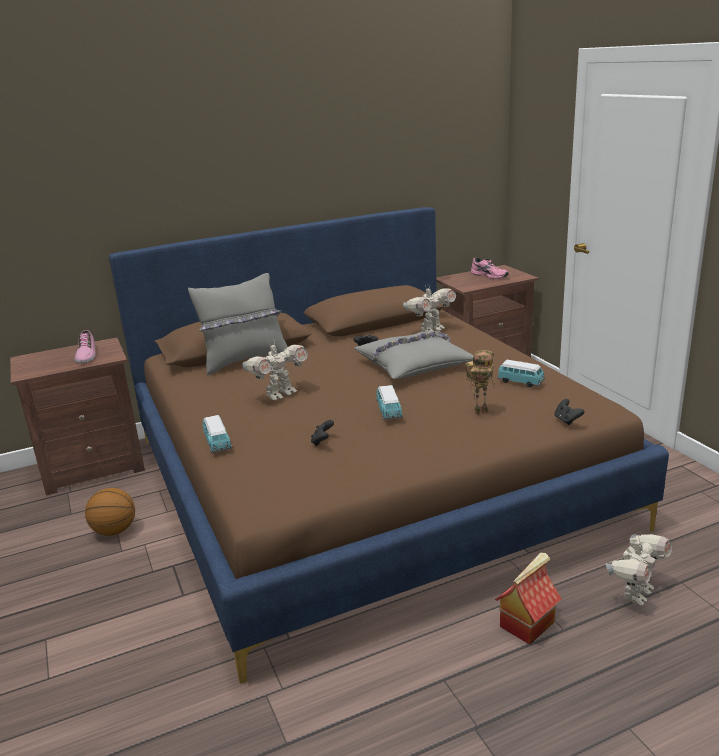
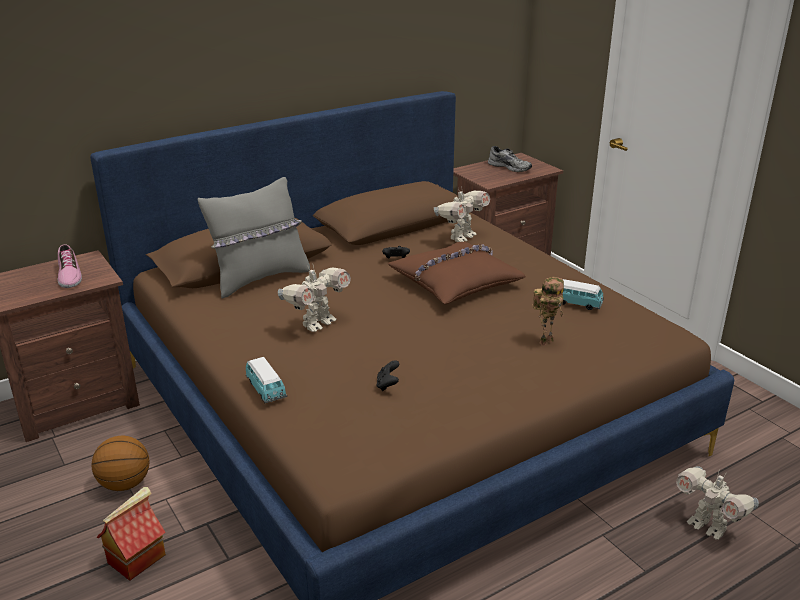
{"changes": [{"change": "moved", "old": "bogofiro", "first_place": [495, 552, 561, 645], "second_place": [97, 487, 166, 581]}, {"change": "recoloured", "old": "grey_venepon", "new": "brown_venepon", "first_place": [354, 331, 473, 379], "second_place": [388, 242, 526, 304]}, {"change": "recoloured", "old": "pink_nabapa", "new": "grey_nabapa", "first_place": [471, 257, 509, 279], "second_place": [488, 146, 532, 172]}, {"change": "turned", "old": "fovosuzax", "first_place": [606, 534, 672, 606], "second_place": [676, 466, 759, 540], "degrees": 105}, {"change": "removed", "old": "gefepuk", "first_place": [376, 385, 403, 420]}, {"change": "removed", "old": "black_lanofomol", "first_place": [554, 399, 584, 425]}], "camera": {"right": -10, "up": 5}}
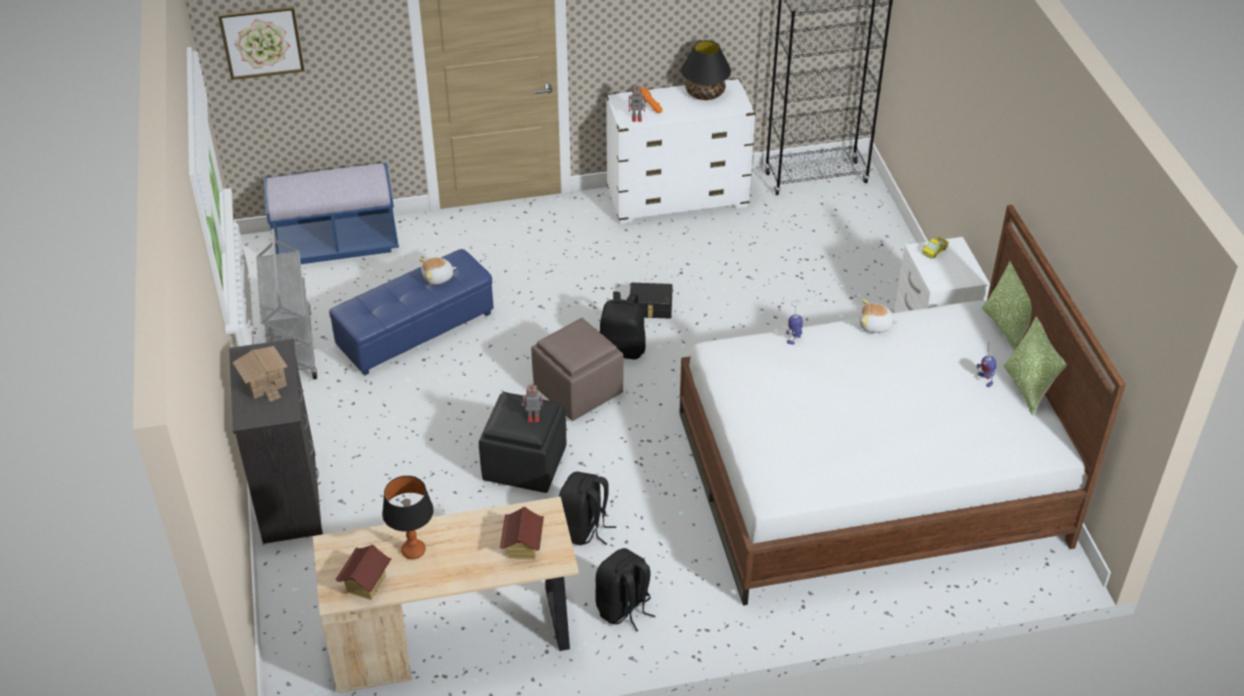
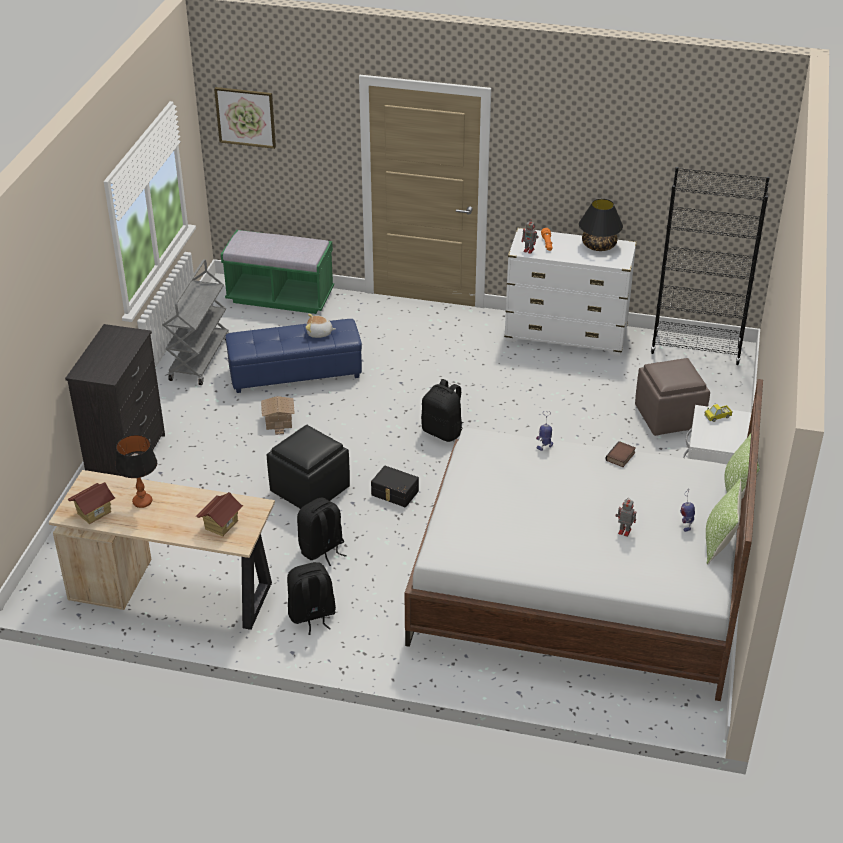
{"changes": [{"change": "recoloured", "old": "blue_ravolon", "new": "green_ravolon", "first_place": [263, 163, 399, 264], "second_place": [221, 230, 334, 314]}, {"change": "moved", "old": "bogofiro", "first_place": [232, 346, 288, 402], "second_place": [261, 396, 295, 435]}, {"change": "moved", "old": "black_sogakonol", "first_place": [630, 283, 673, 319], "second_place": [371, 466, 419, 507]}, {"change": "replaced", "old": "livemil", "new": "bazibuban", "first_place": [860, 299, 898, 333], "second_place": [605, 441, 636, 467]}, {"change": "moved", "old": "fovosuzax", "first_place": [521, 384, 543, 422], "second_place": [616, 498, 636, 537]}, {"change": "moved", "old": "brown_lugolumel", "first_place": [531, 318, 624, 421], "second_place": [635, 358, 710, 436]}], "camera": {"right": 25, "up": -5}}
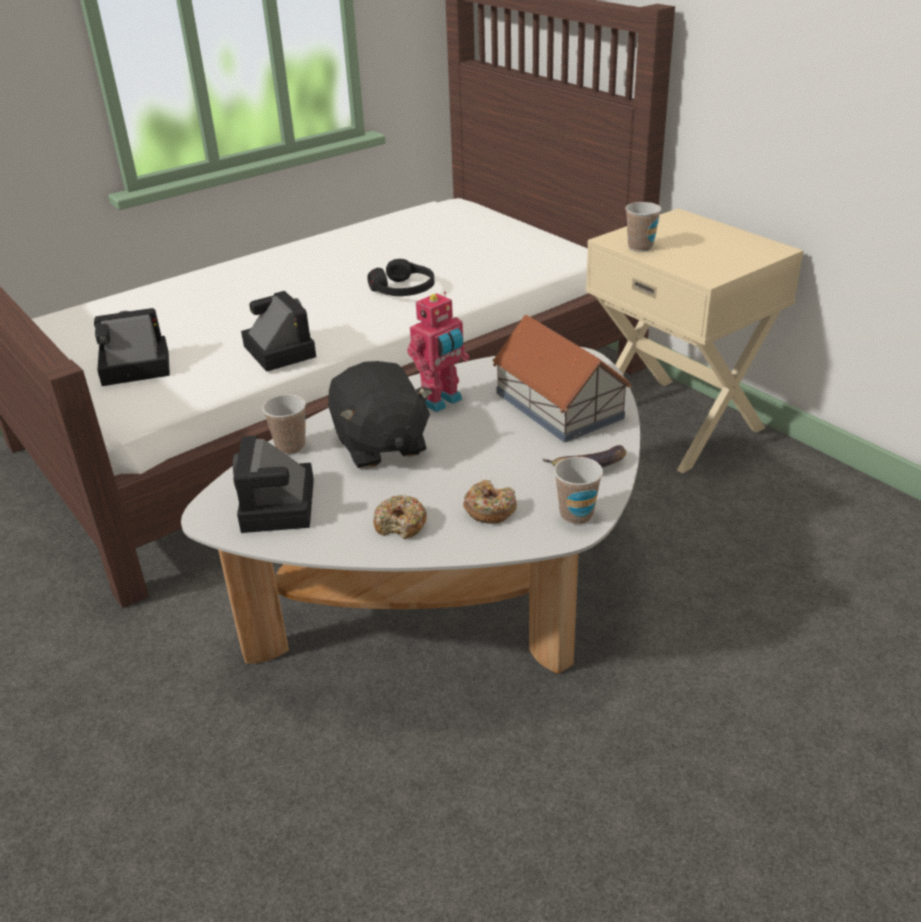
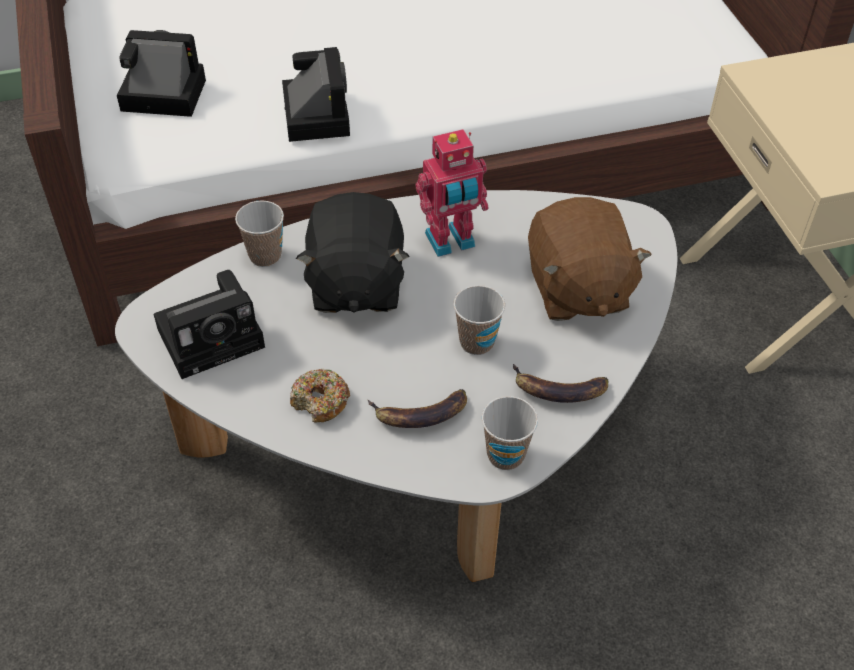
{"changes": [{"change": "turned", "old": "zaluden", "first_place": [233, 436, 314, 533], "second_place": [153, 270, 265, 379], "degrees": -135}, {"change": "replaced", "old": "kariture", "new": "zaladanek", "first_place": [463, 480, 517, 524], "second_place": [368, 389, 467, 428]}, {"change": "moved", "old": "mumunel", "first_place": [625, 202, 661, 252], "second_place": [453, 285, 505, 355]}, {"change": "replaced", "old": "bogofiro", "new": "brown_livemil", "first_place": [492, 315, 632, 443], "second_place": [528, 197, 652, 321]}, {"change": "removed", "old": "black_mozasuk", "first_place": [367, 259, 434, 296]}], "camera": {"right": 20, "up": 15}}
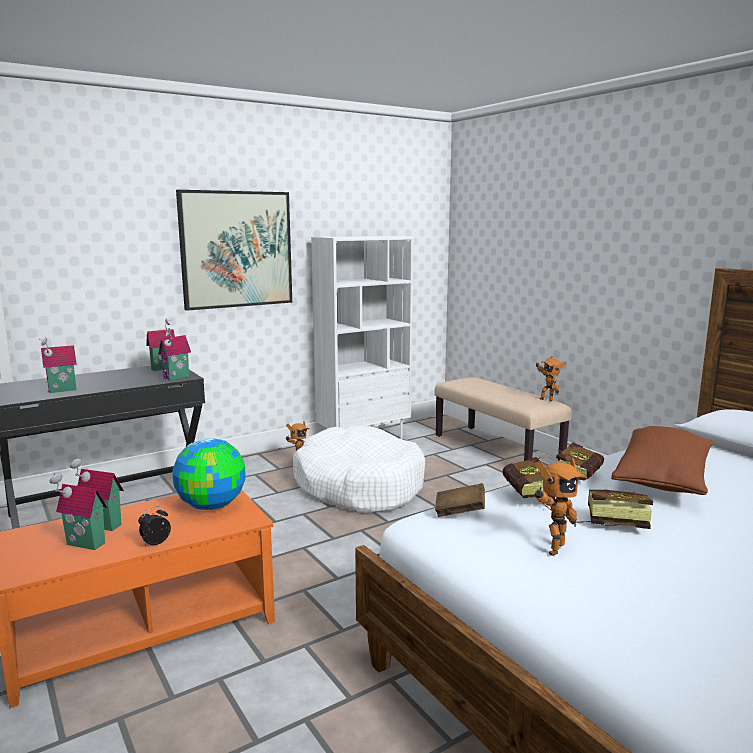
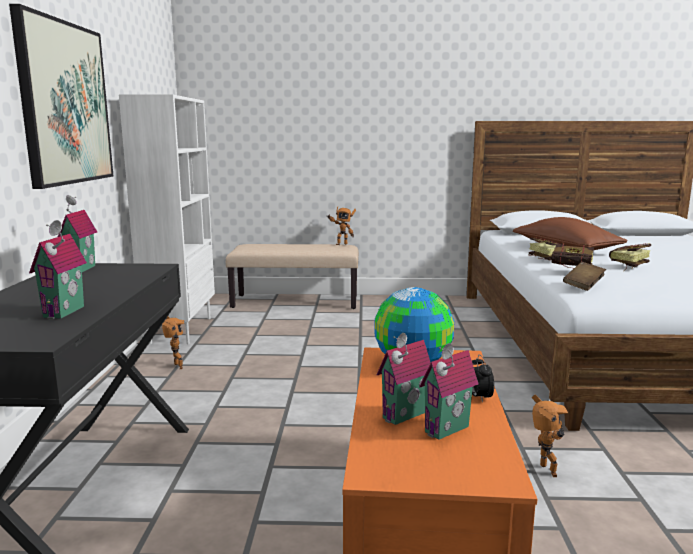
{"changes": [{"change": "moved", "old": "fovosuzax", "first_place": [535, 458, 587, 556], "second_place": [532, 395, 568, 477]}, {"change": "removed", "old": "bogofiro", "first_place": [158, 328, 191, 380]}, {"change": "removed", "old": "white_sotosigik", "first_place": [293, 426, 425, 514]}], "camera": {"right": -55, "up": 0}}
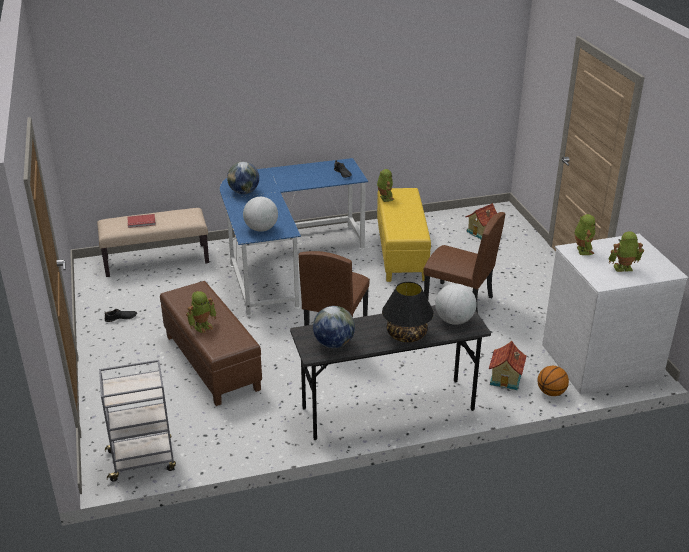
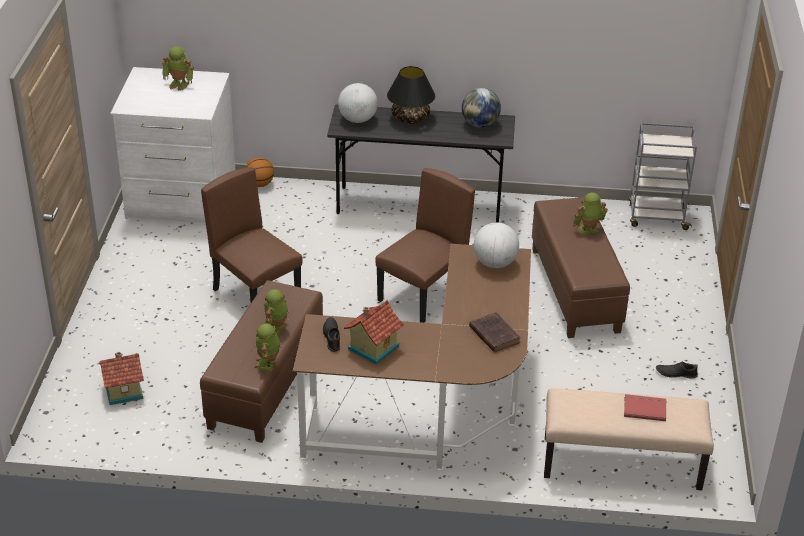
{"changes": [{"change": "recoloured", "old": "yellow_lugolumel", "new": "brown_lugolumel", "first_place": [377, 188, 431, 282], "second_place": [200, 280, 323, 443]}, {"change": "moved", "old": "fovosuzax", "first_place": [574, 214, 596, 255], "second_place": [264, 289, 288, 336]}, {"change": "recoloured", "old": "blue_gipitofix", "new": "brown_gipitofix", "first_place": [220, 158, 368, 316], "second_place": [293, 244, 531, 471]}, {"change": "moved", "old": "bogofiro", "first_place": [489, 341, 526, 390], "second_place": [344, 300, 404, 365]}, {"change": "replaced", "old": "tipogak", "new": "brown_bazibuban", "first_place": [227, 162, 259, 194], "second_place": [469, 312, 521, 353]}], "camera": {"right": -160, "up": 5}}
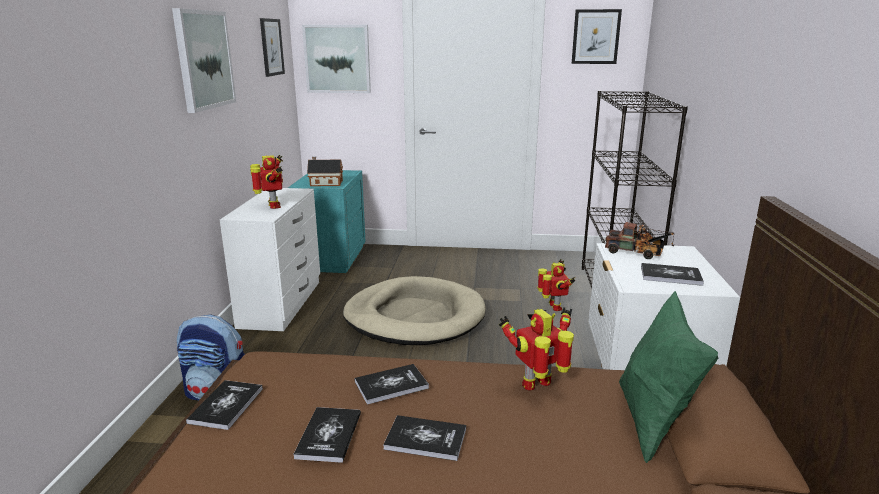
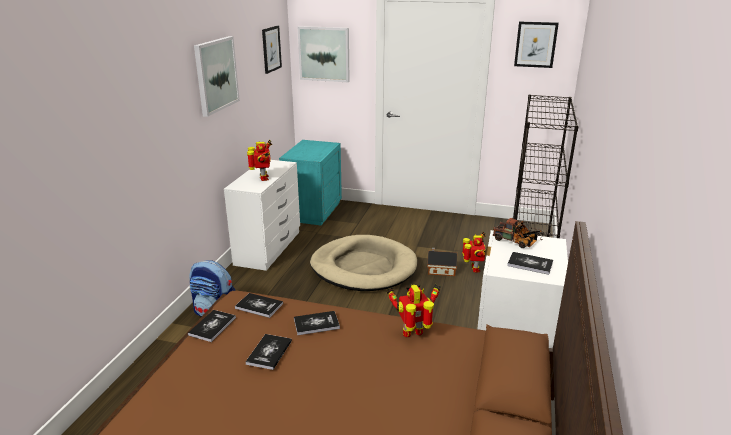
{"changes": [{"change": "moved", "old": "bazibuban", "first_place": [383, 415, 466, 461], "second_place": [235, 293, 283, 318]}, {"change": "moved", "old": "bogofiro", "first_place": [307, 157, 343, 186], "second_place": [427, 248, 457, 276]}, {"change": "removed", "old": "green_venepon", "first_place": [619, 291, 718, 463]}], "camera": {"right": 10, "up": 5}}
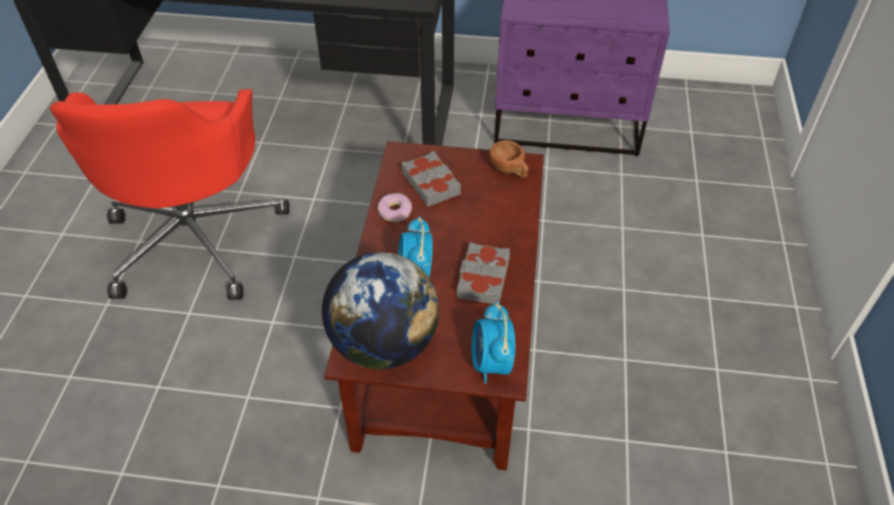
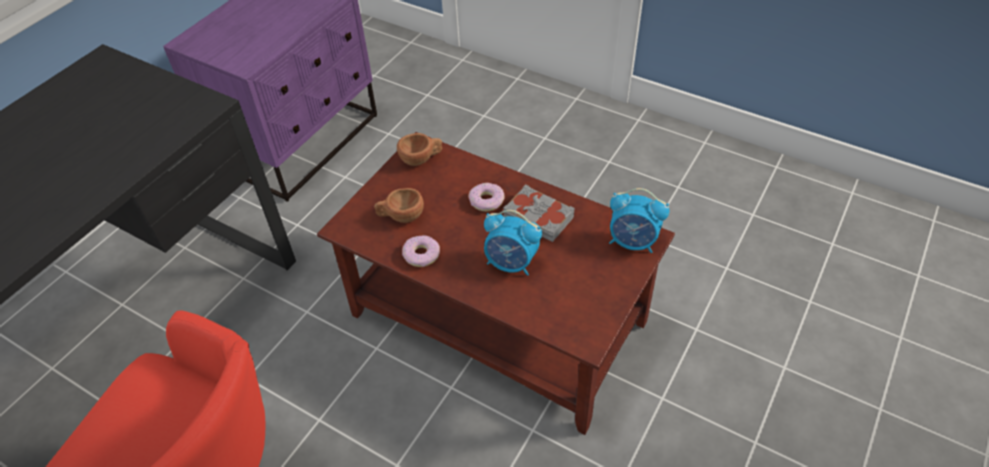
{"changes": [{"change": "replaced", "old": "grey_bazibuban", "new": "brown_mumunel", "first_place": [401, 151, 461, 207], "second_place": [374, 188, 424, 223]}, {"change": "added", "new": "kariture", "second_place": [469, 183, 504, 212]}, {"change": "removed", "old": "tipogak", "first_place": [322, 252, 439, 369]}], "camera": {"right": -65, "up": 0}}
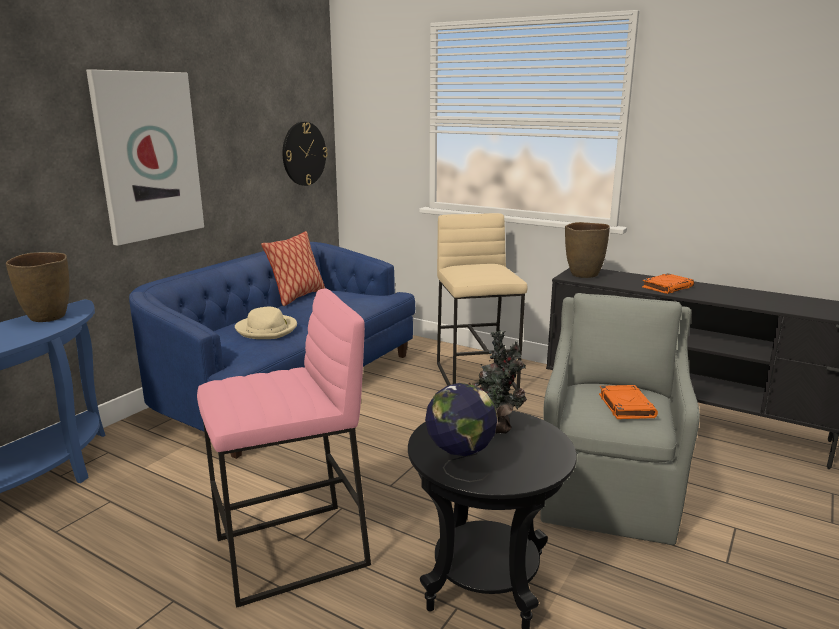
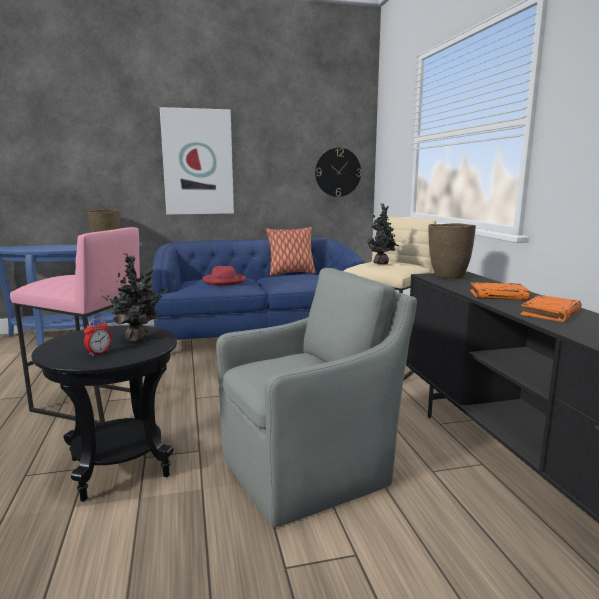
{"changes": [{"change": "added", "new": "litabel", "second_place": [84, 318, 112, 356]}, {"change": "recoloured", "old": "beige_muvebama", "new": "red_muvebama", "first_place": [235, 307, 297, 339], "second_place": [203, 266, 246, 286]}, {"change": "added", "new": "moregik", "second_place": [367, 203, 399, 264]}, {"change": "moved", "old": "orange_bazibuban", "first_place": [599, 385, 658, 419], "second_place": [520, 295, 581, 322]}, {"change": "removed", "old": "tipogak", "first_place": [425, 383, 498, 482]}], "camera": {"right": 45, "up": -5}}
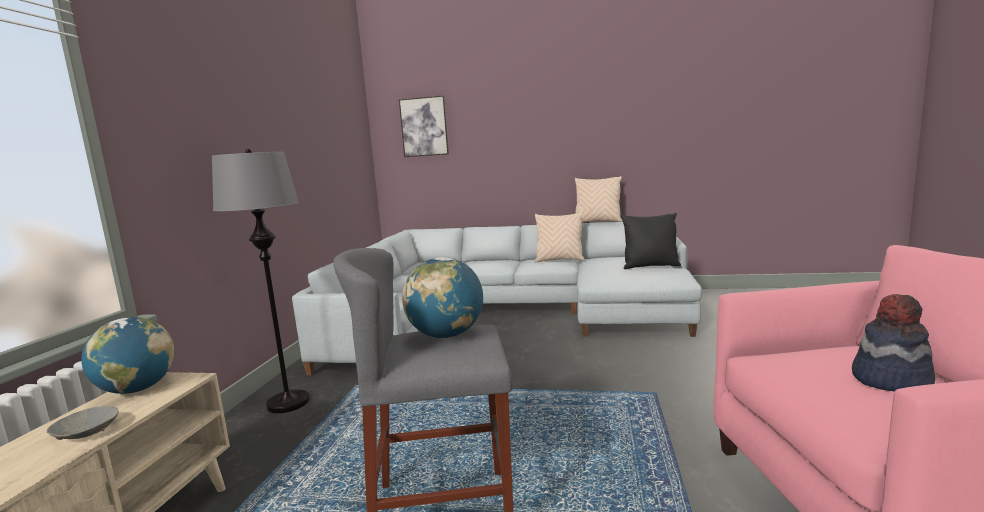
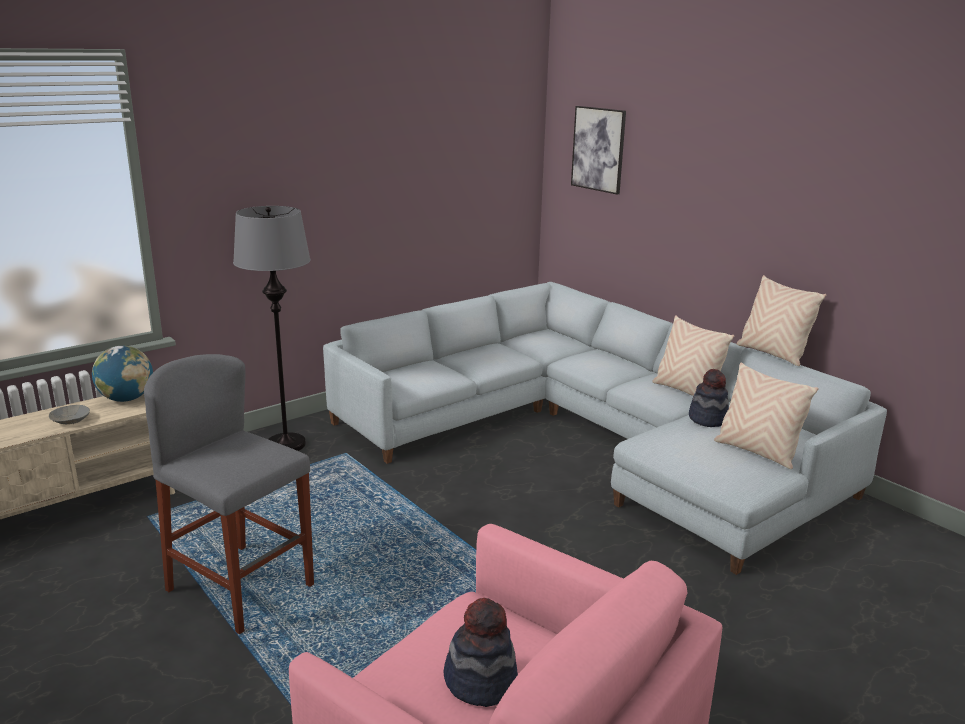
{"changes": [{"change": "added", "new": "muvebama", "second_place": [689, 369, 729, 427]}, {"change": "recoloured", "old": "black_venepon", "new": "beige_venepon", "first_place": [621, 213, 681, 269], "second_place": [714, 362, 819, 469]}, {"change": "removed", "old": "tipogak", "first_place": [402, 257, 483, 338]}], "camera": {"right": 40, "up": 10}}
